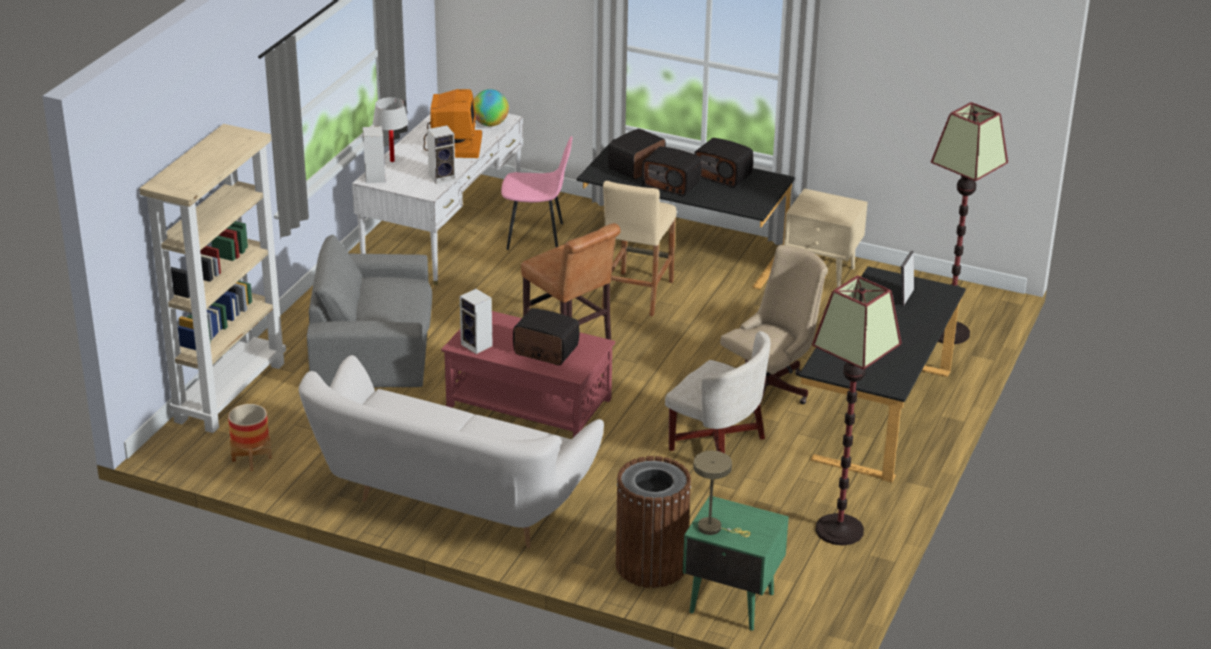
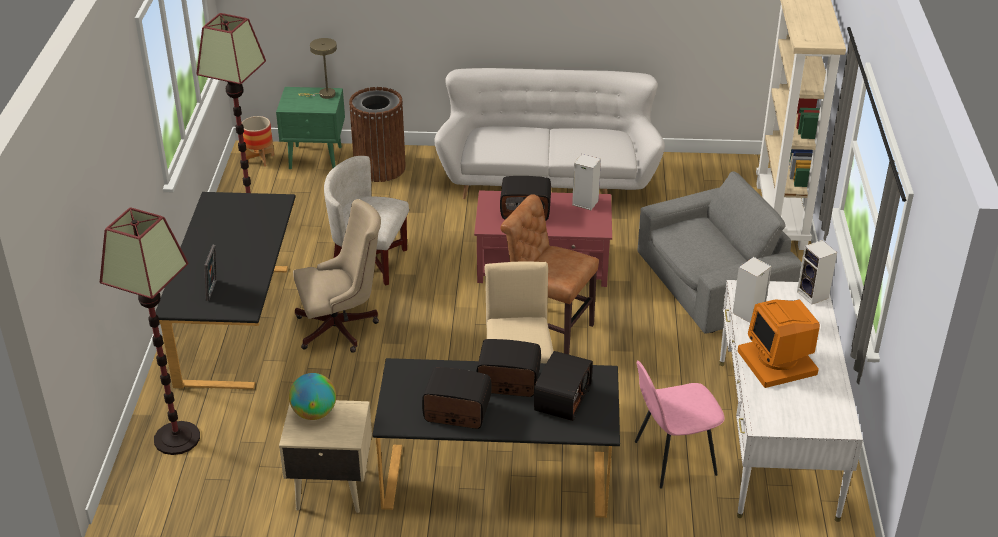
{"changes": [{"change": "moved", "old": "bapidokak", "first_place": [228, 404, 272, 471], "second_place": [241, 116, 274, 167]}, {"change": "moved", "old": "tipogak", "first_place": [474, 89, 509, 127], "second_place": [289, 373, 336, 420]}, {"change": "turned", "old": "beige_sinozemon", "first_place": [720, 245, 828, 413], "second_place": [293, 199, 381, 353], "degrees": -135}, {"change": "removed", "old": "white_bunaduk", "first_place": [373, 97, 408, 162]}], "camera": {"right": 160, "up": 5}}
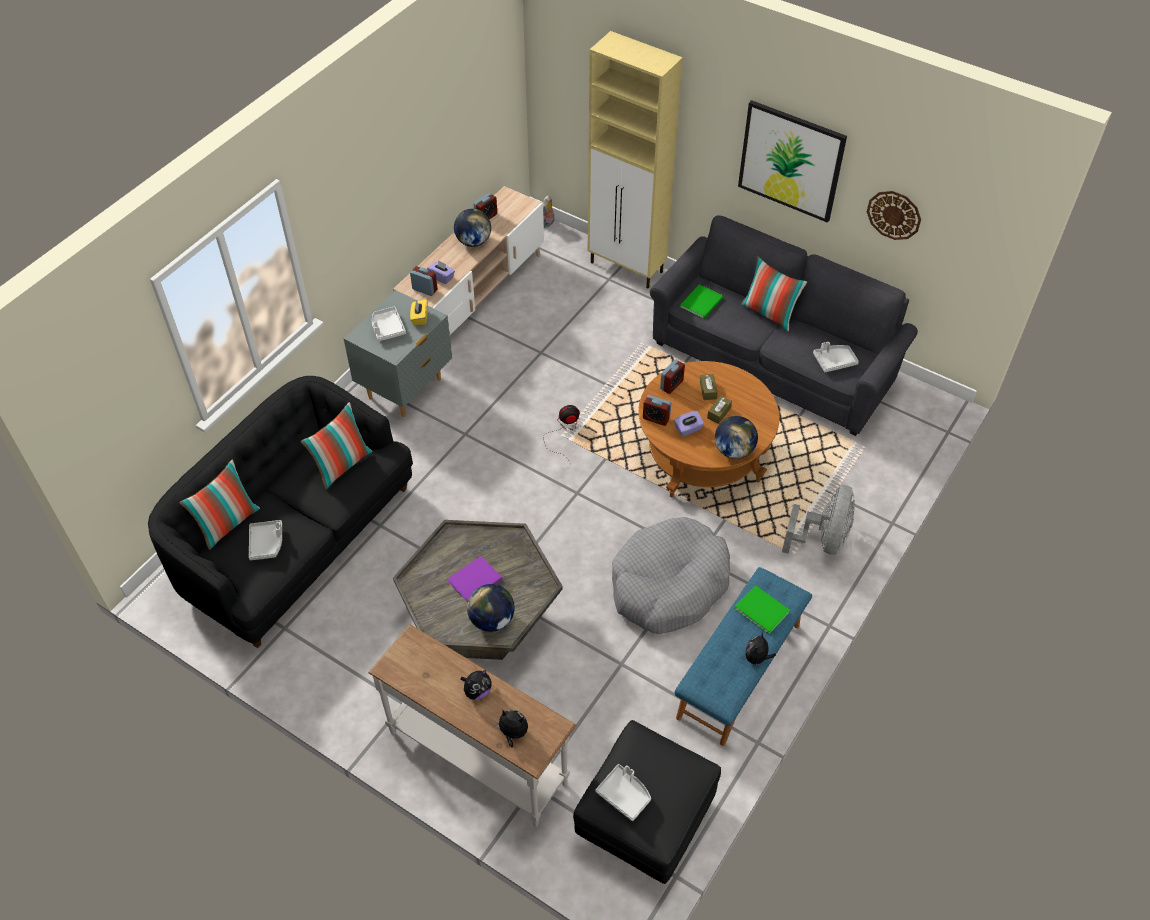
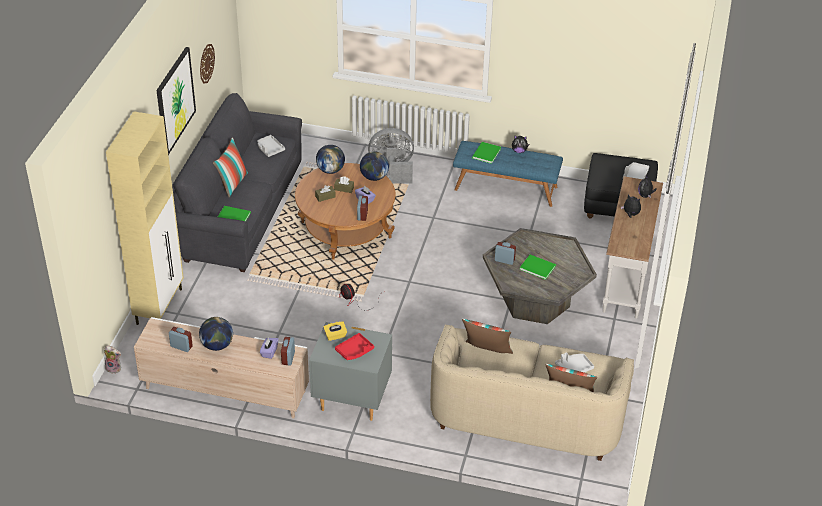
{"changes": [{"change": "moved", "old": "tipogak", "first_place": [467, 584, 514, 632], "second_place": [316, 145, 345, 174]}, {"change": "recoloured", "old": "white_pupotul", "new": "red_pupotul", "first_place": [372, 306, 406, 341], "second_place": [335, 333, 374, 360]}, {"change": "recoloured", "old": "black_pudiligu", "new": "beige_pudiligu", "first_place": [148, 376, 413, 648], "second_place": [430, 324, 634, 461]}, {"change": "moved", "old": "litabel", "first_place": [660, 359, 685, 394], "second_place": [495, 242, 516, 265]}, {"change": "recoloured", "old": "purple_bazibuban", "new": "green_bazibuban", "first_place": [447, 556, 502, 603], "second_place": [519, 255, 556, 280]}, {"change": "removed", "old": "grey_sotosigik", "first_place": [612, 517, 730, 634]}], "camera": {"right": -110, "up": -10}}
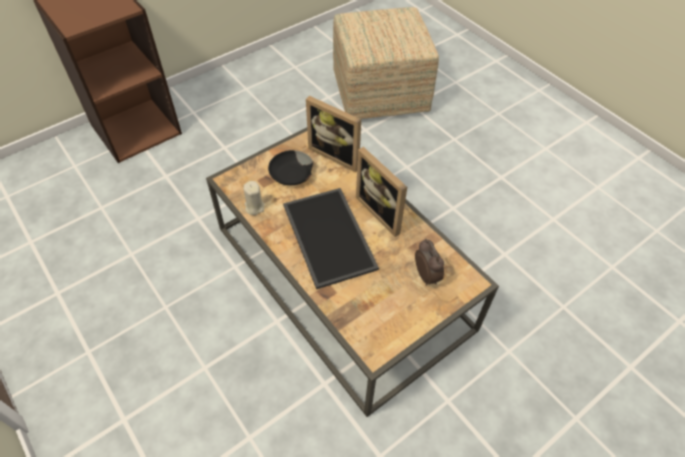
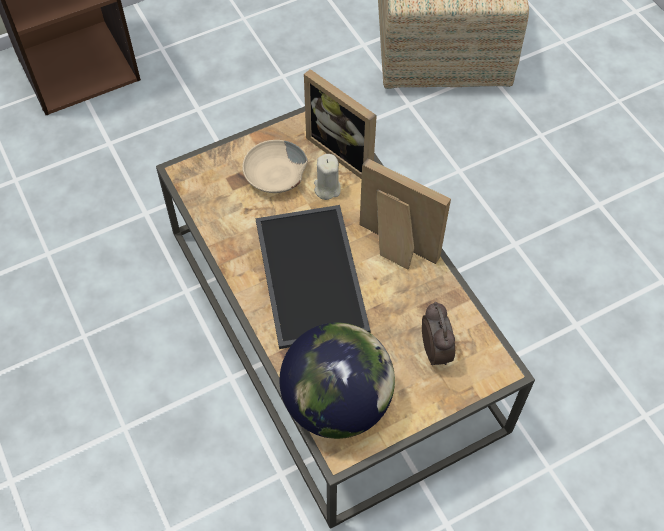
{"changes": [{"change": "recoloured", "old": "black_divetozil", "new": "beige_divetozil", "first_place": [268, 150, 313, 185], "second_place": [242, 140, 308, 193]}, {"change": "added", "new": "tipogak", "second_place": [280, 323, 395, 439]}, {"change": "moved", "old": "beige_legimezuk", "first_place": [243, 181, 264, 215], "second_place": [314, 154, 341, 200]}, {"change": "turned", "old": "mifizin", "first_place": [356, 147, 407, 237], "second_place": [360, 158, 451, 270], "degrees": 150}], "camera": {"right": 10, "up": 5}}
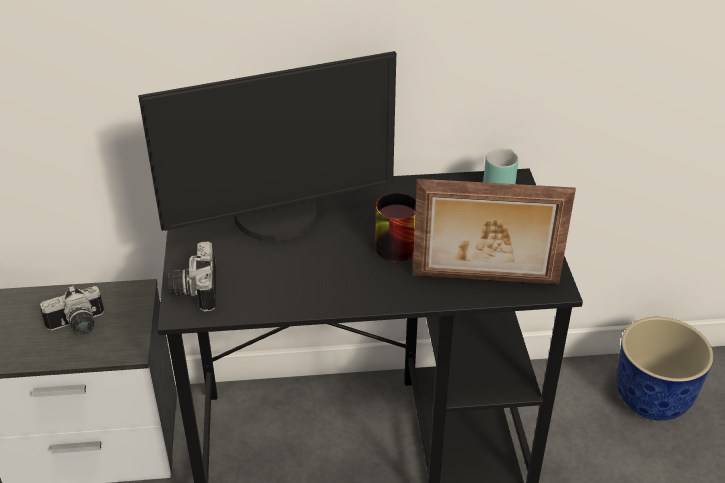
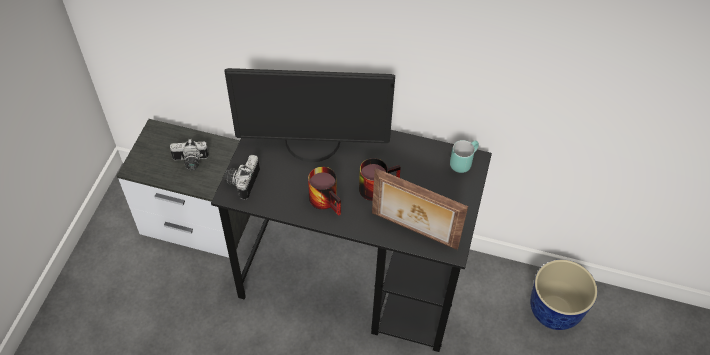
{"changes": [{"change": "added", "new": "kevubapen", "second_place": [308, 167, 341, 216]}], "camera": {"right": 20, "up": 15}}
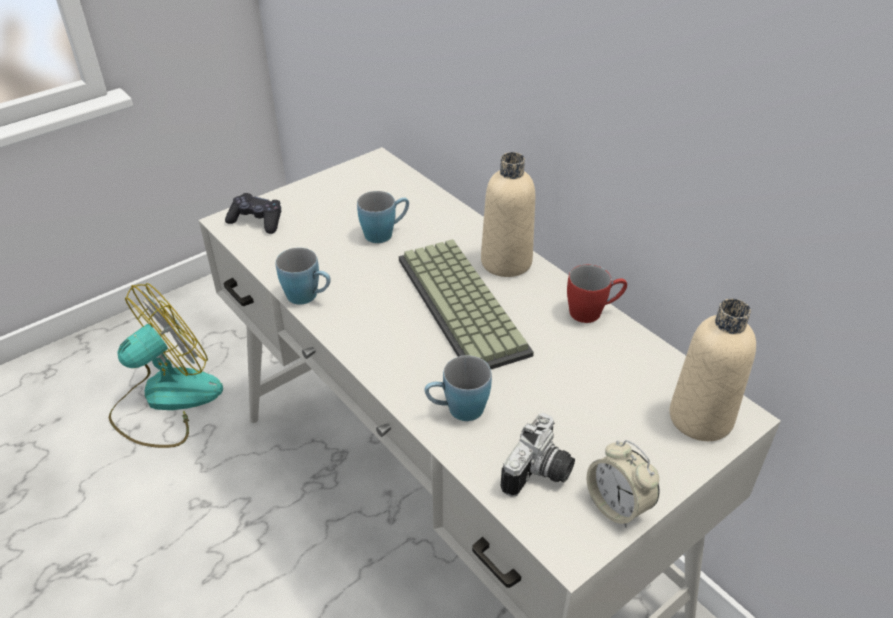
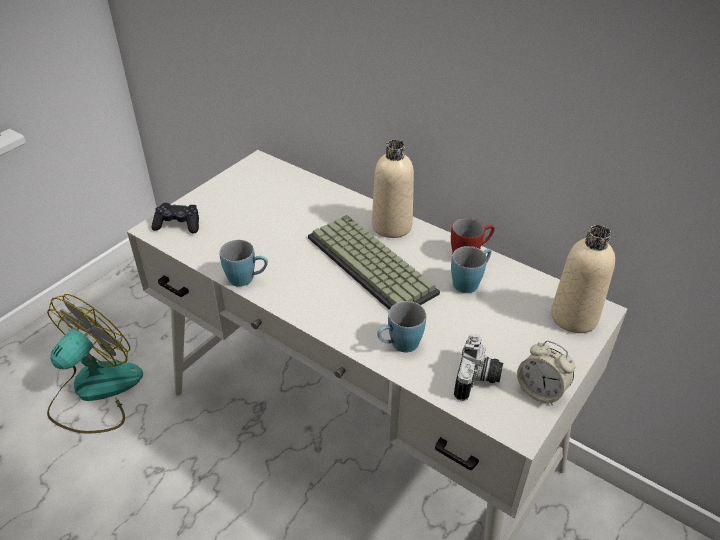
{"changes": [{"change": "moved", "old": "blue_kevubapen", "first_place": [357, 191, 409, 243], "second_place": [451, 246, 492, 293]}], "camera": {"right": -15, "up": 0}}
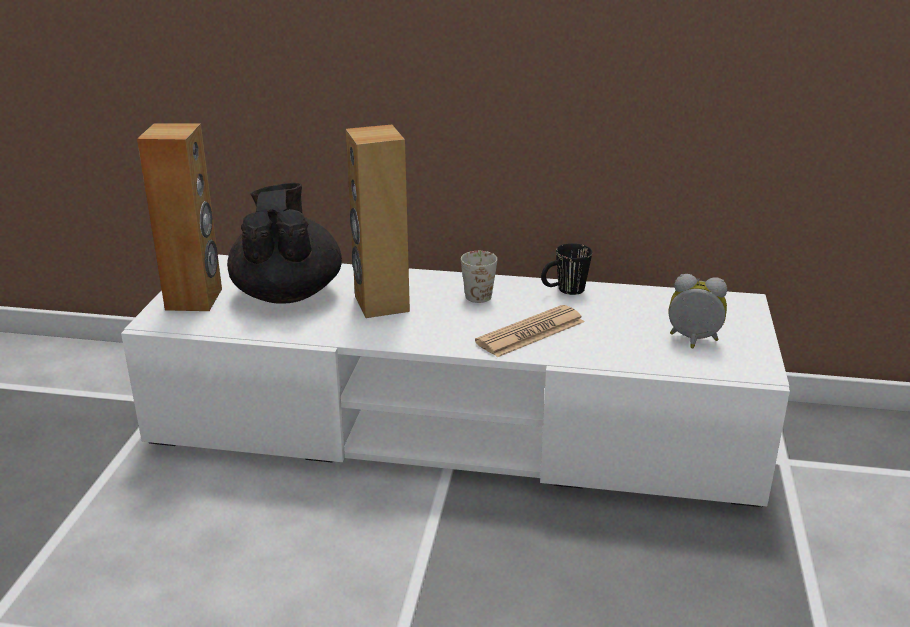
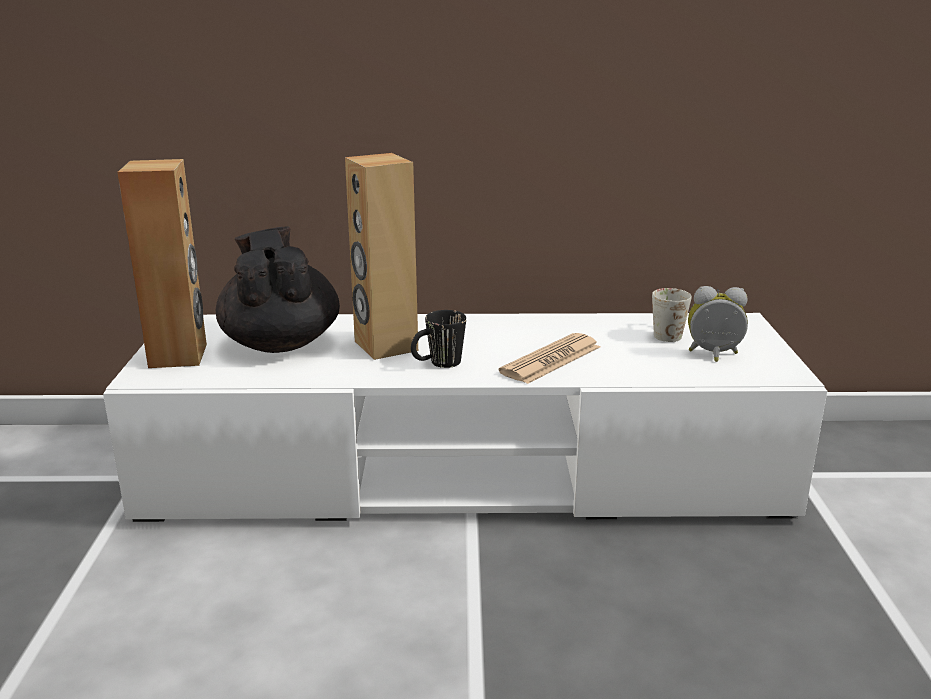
{"changes": [{"change": "moved", "old": "black_kevubapen", "first_place": [541, 243, 592, 295], "second_place": [411, 310, 466, 368]}, {"change": "moved", "old": "white_kevubapen", "first_place": [461, 251, 497, 303], "second_place": [652, 288, 692, 342]}], "camera": {"right": -10, "up": -5}}
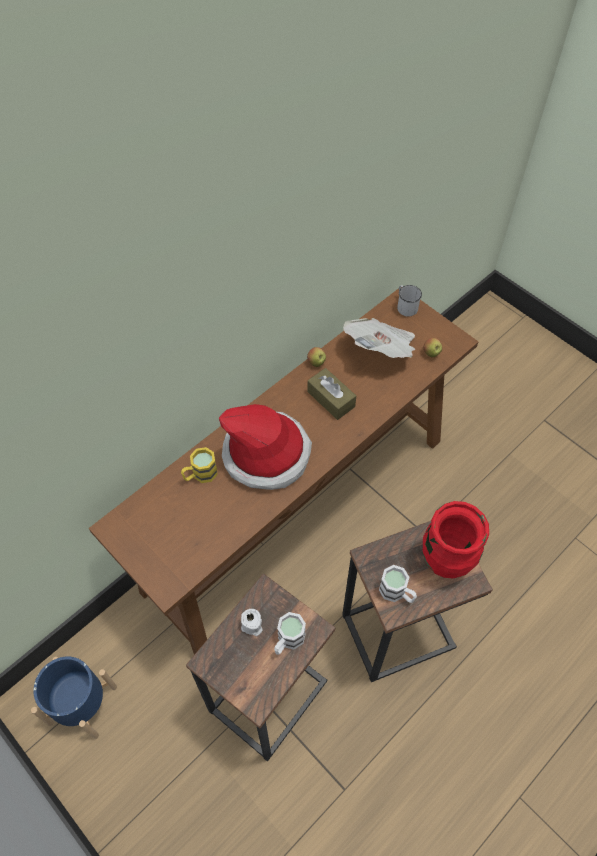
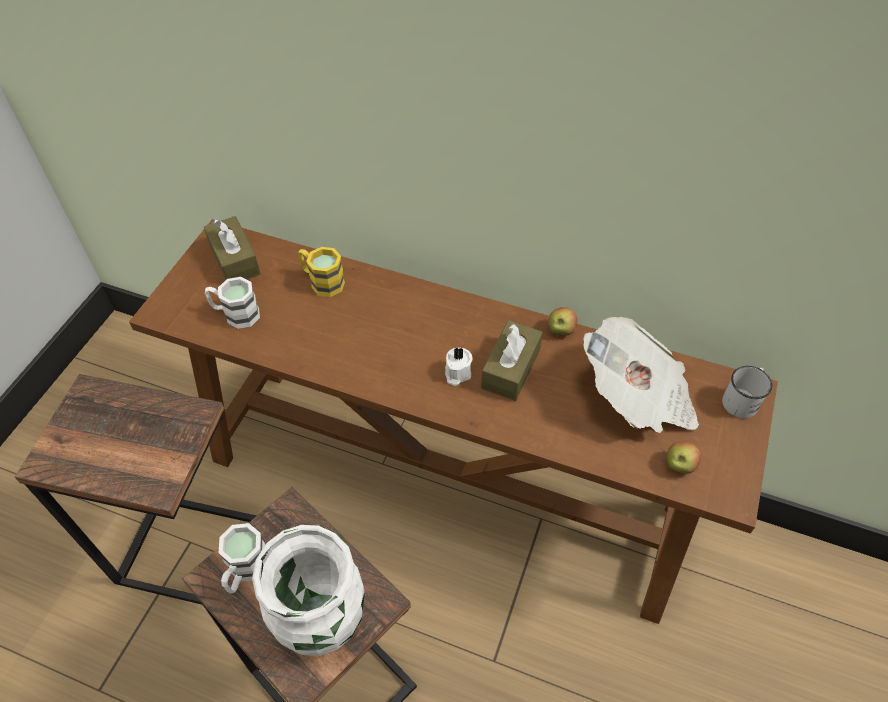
{"changes": [{"change": "added", "new": "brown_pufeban", "second_place": [204, 216, 261, 280]}, {"change": "moved", "old": "white_kevubapen", "first_place": [274, 612, 306, 655], "second_place": [205, 277, 260, 329]}, {"change": "recoloured", "old": "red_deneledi", "new": "white_deneledi", "first_place": [423, 501, 489, 578], "second_place": [252, 525, 365, 656]}, {"change": "moved", "old": "white_legimezuk", "first_place": [241, 609, 262, 636], "second_place": [445, 347, 472, 386]}, {"change": "removed", "old": "blue_bapidokak", "first_place": [31, 657, 117, 739]}, {"change": "removed", "old": "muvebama", "first_place": [219, 404, 312, 490]}], "camera": {"right": 65, "up": -5}}
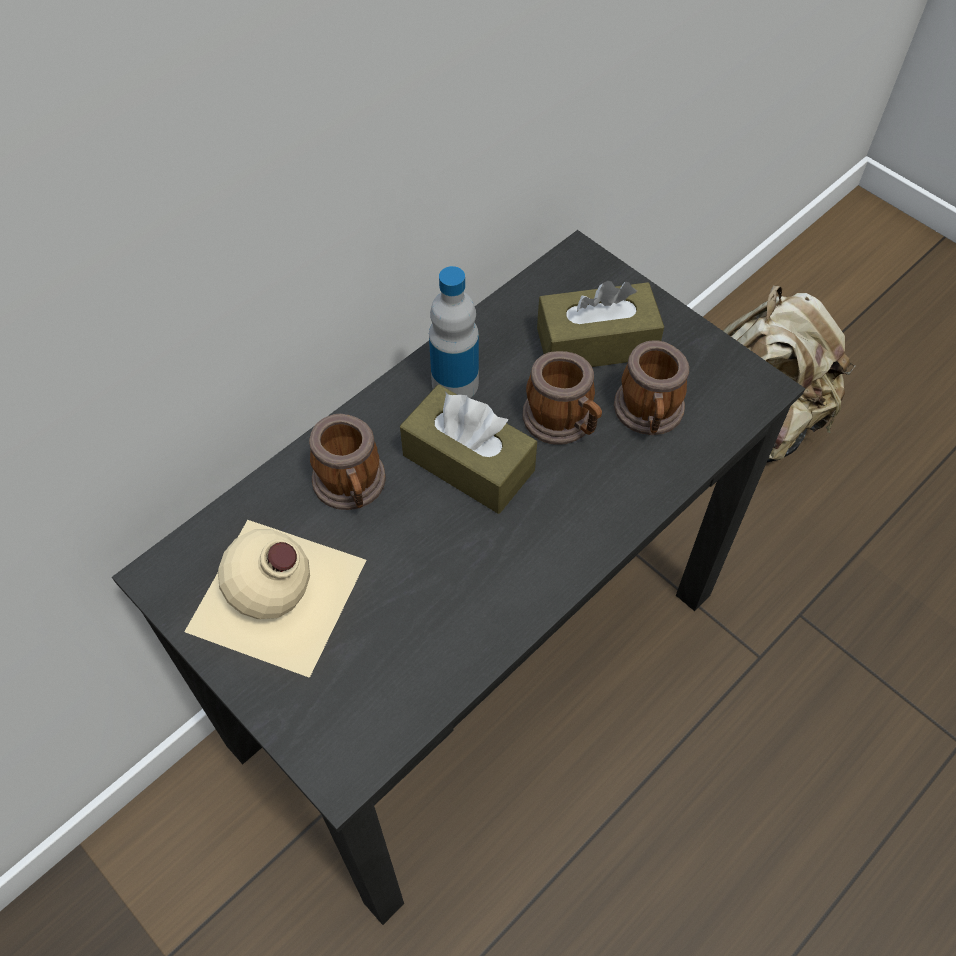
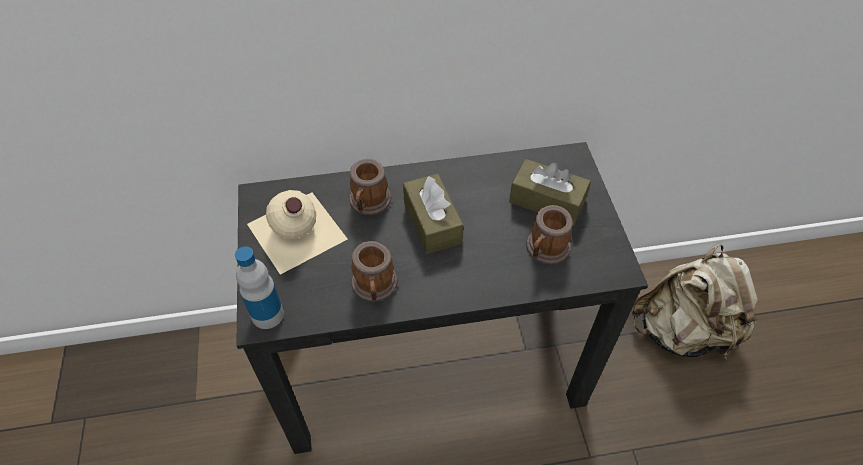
{"changes": [{"change": "moved", "old": "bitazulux", "first_place": [429, 266, 479, 398], "second_place": [235, 246, 284, 329]}, {"change": "moved", "old": "kevubapen", "first_place": [522, 351, 602, 445], "second_place": [351, 241, 398, 302]}], "camera": {"right": 35, "up": -5}}
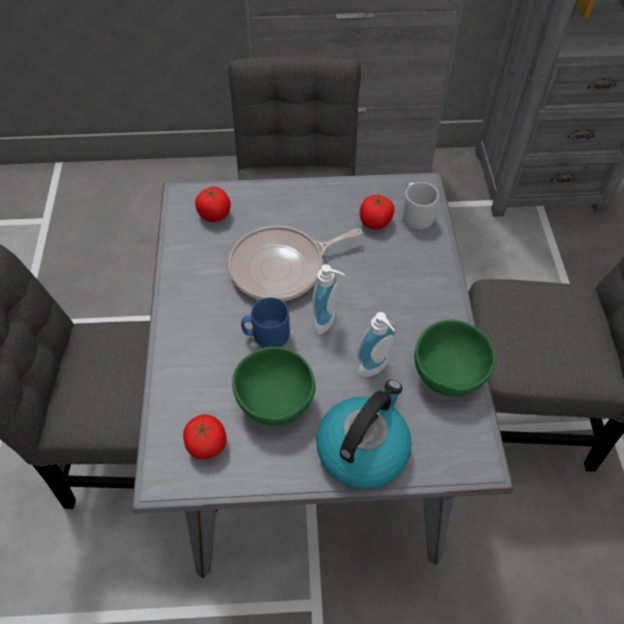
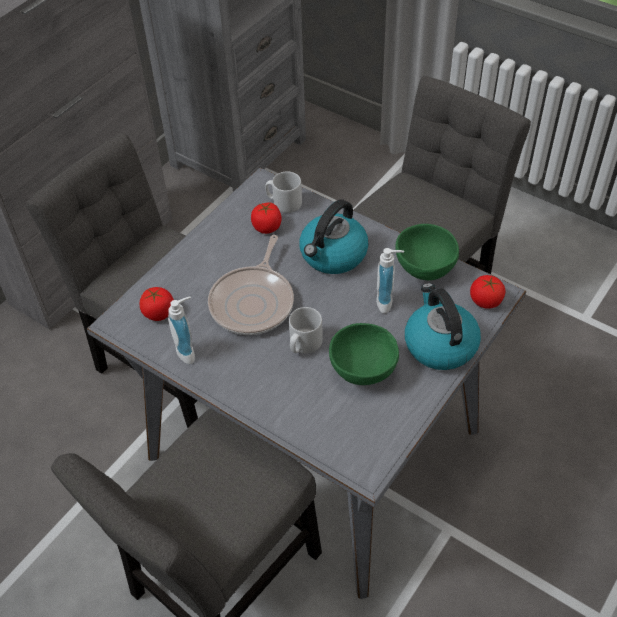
{"changes": [{"change": "moved", "old": "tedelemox", "first_place": [312, 264, 345, 335], "second_place": [168, 297, 195, 364]}, {"change": "recoloured", "old": "blue_kevubapen", "new": "grey_kevubapen", "first_place": [241, 297, 290, 348], "second_place": [289, 307, 323, 354]}, {"change": "added", "new": "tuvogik", "second_place": [299, 199, 369, 274]}, {"change": "moved", "old": "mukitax", "first_place": [183, 414, 227, 459], "second_place": [470, 275, 505, 309]}], "camera": {"right": -50, "up": -5}}
